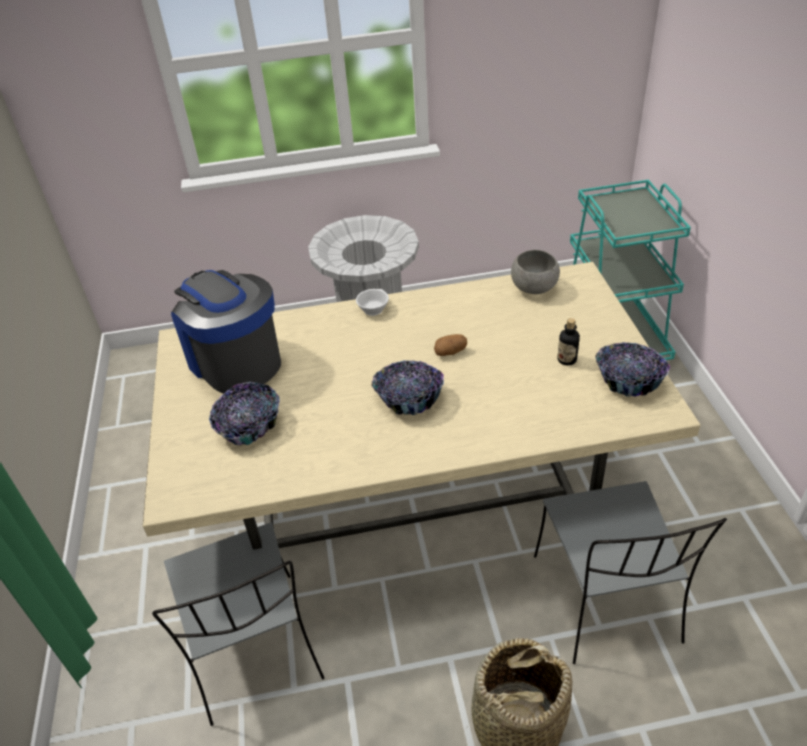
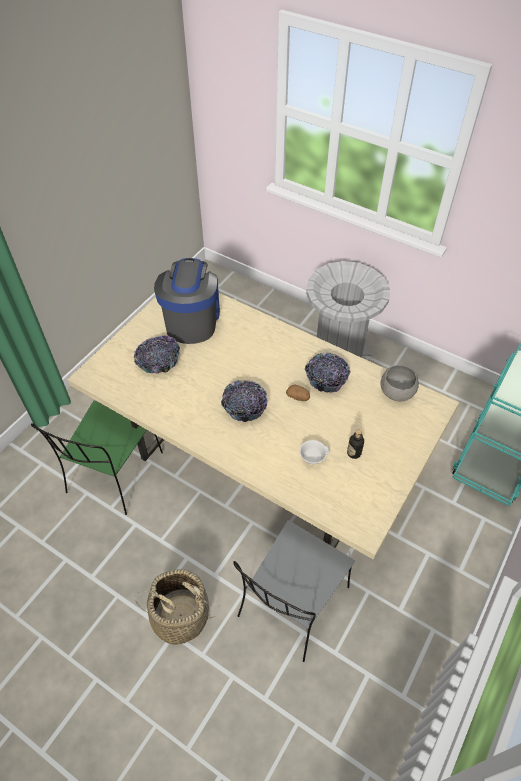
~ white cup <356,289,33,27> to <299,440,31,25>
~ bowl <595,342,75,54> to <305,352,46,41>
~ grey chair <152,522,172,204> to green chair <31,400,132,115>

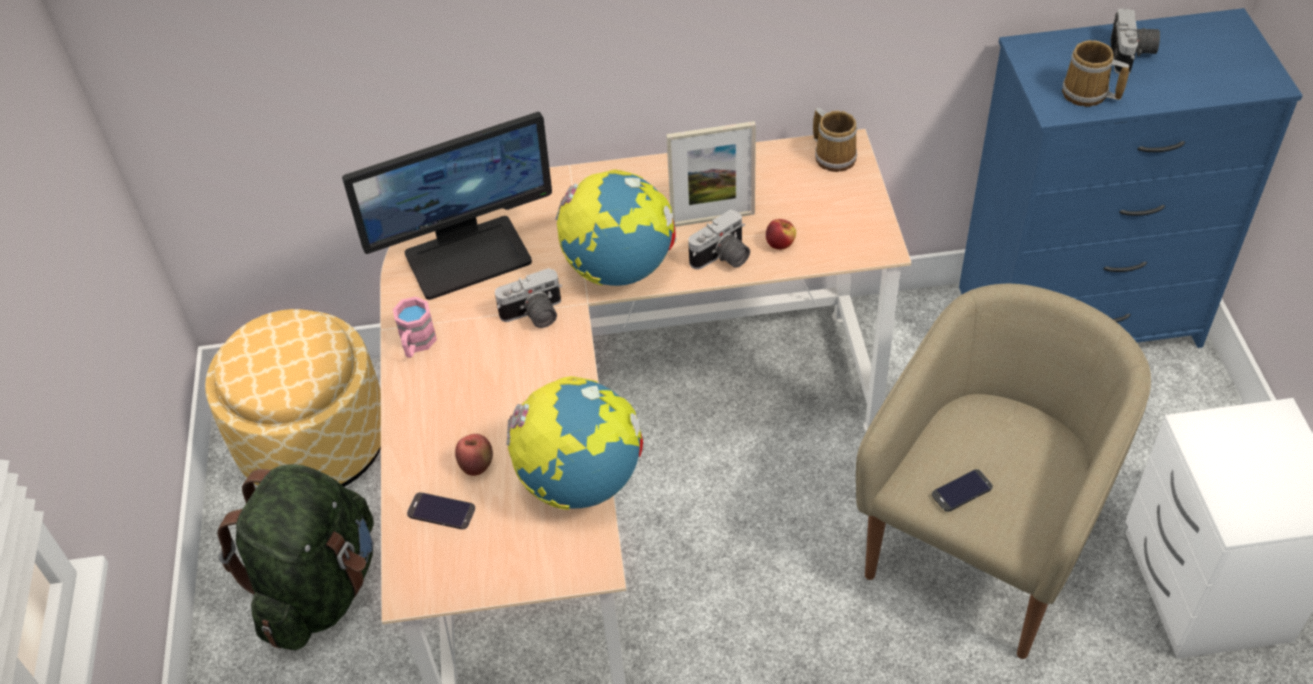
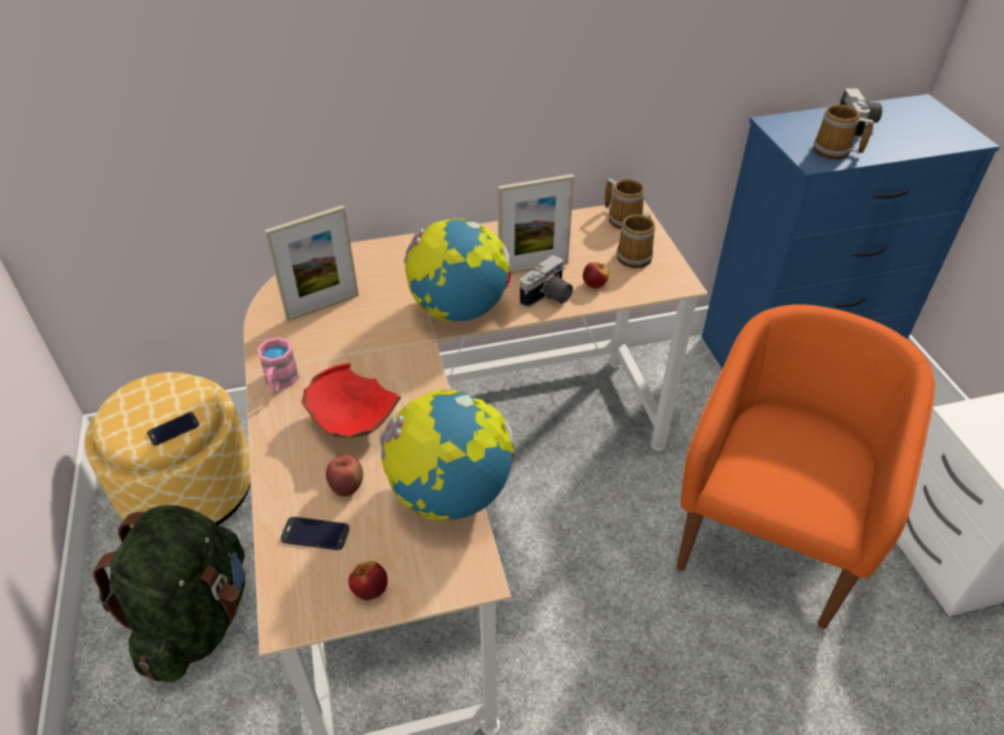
- photo camera <495,268,67,60>
+ red bowl <301,363,100,75>
+ apple <348,561,40,40>
+ mug <617,211,38,57>
~ phone <932,469,61,43> to <147,412,52,34>
~ monitor <342,112,210,188> to picture frame <265,205,94,117>
~ beige armchair <856,283,295,376> to orange armchair <677,304,258,325>

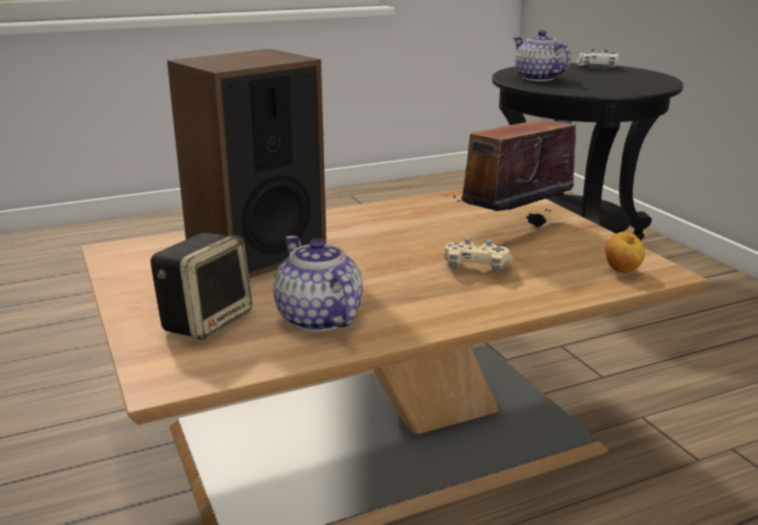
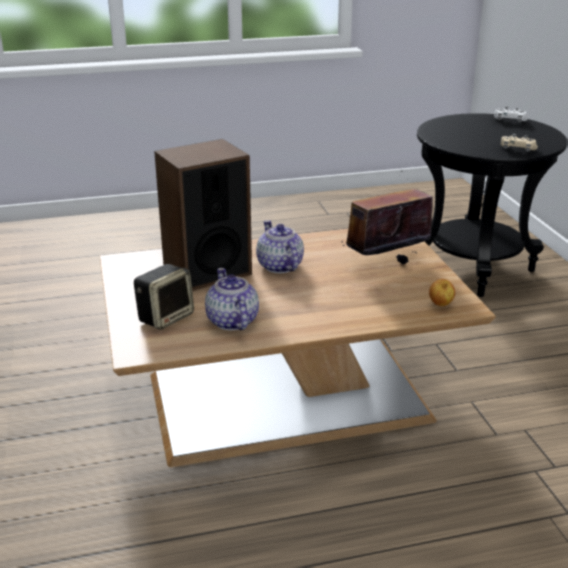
~ beige game controller <444,238,69,34> to <501,134,37,18>
~ teapot <513,30,58,51> to <256,220,48,53>

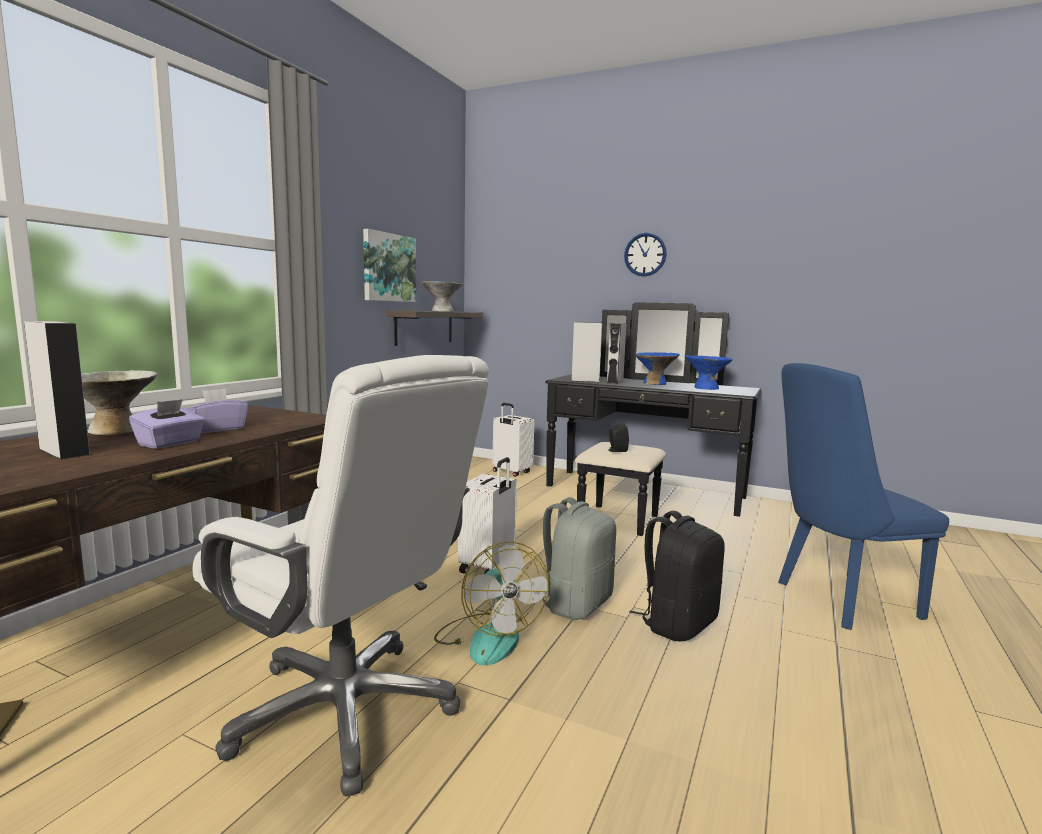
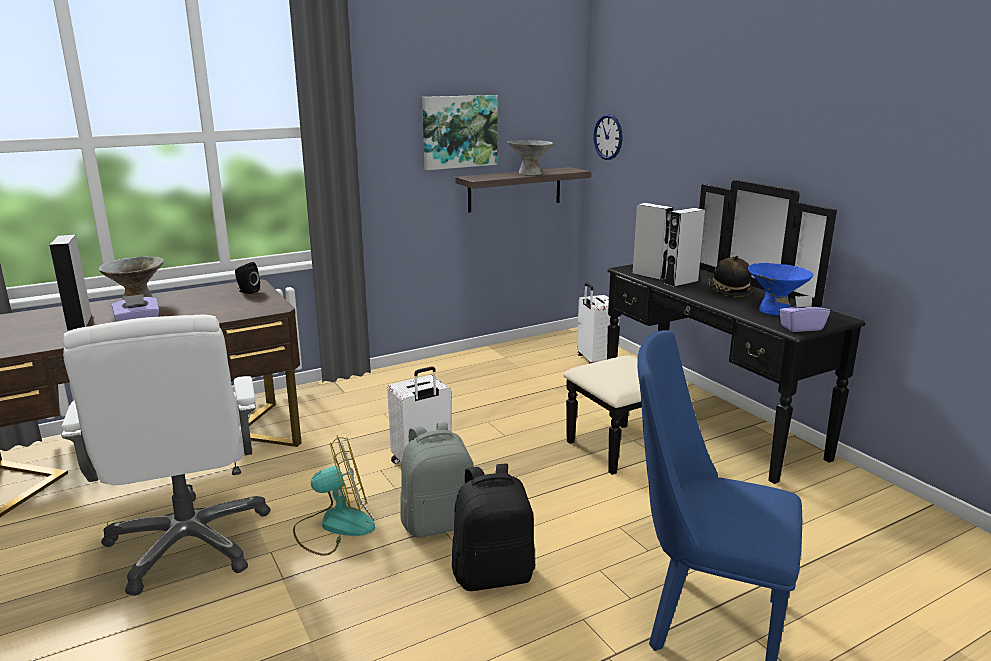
~ purple tissue box <187,389,61,44> to <779,296,51,36>
~ black speaker <608,423,21,29> to <235,262,25,32>
~ wall clock <624,233,43,44> to <593,114,30,46>
~ blue bowl <635,352,45,33> to hat <709,256,44,41>
~ fan <434,541,115,124> = <293,436,82,120> 120 degrees counterclockwise

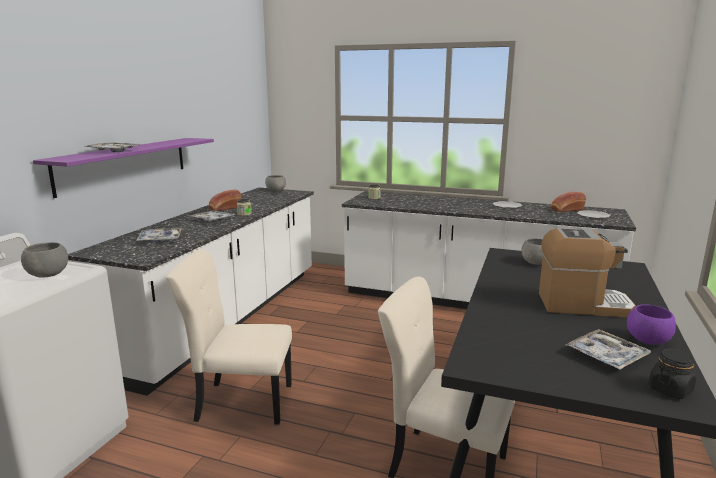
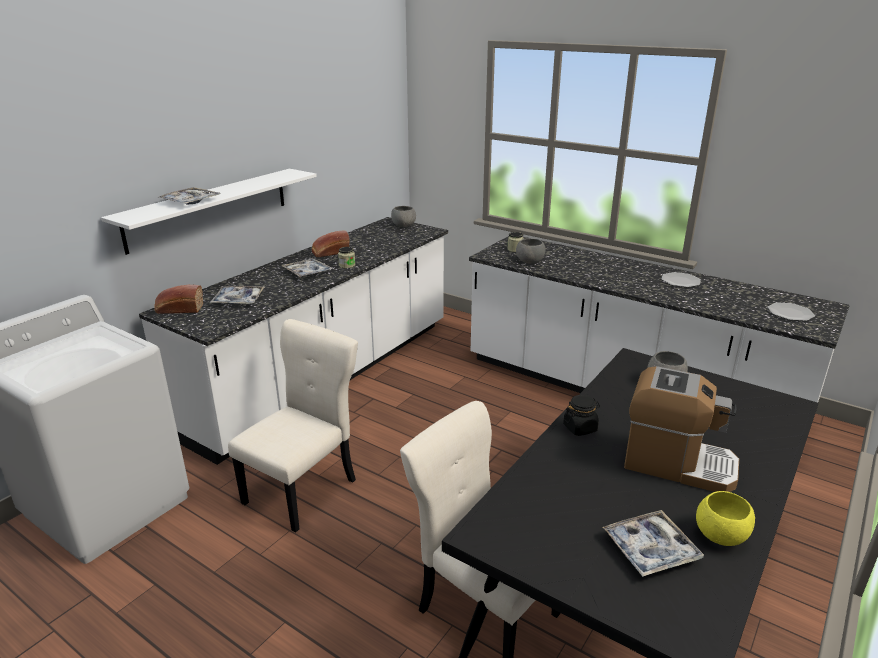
~ grey bowl <21,242,47,36> to <516,238,29,26>
~ bread <551,191,35,21> to <154,285,49,29>
~ black jar <648,349,48,50> to <563,395,37,41>
~ purple shelf <33,138,181,60> to white shelf <101,169,216,86>
~ purple bowl <627,304,49,41> to yellow bowl <696,491,59,55>
~ beige chair <166,249,126,176> = <228,319,130,213> 105 degrees clockwise

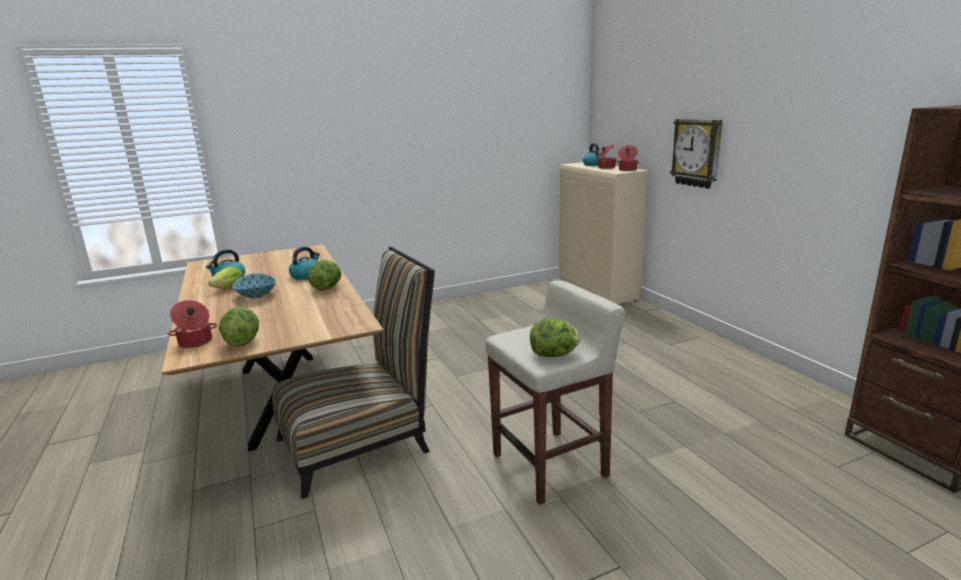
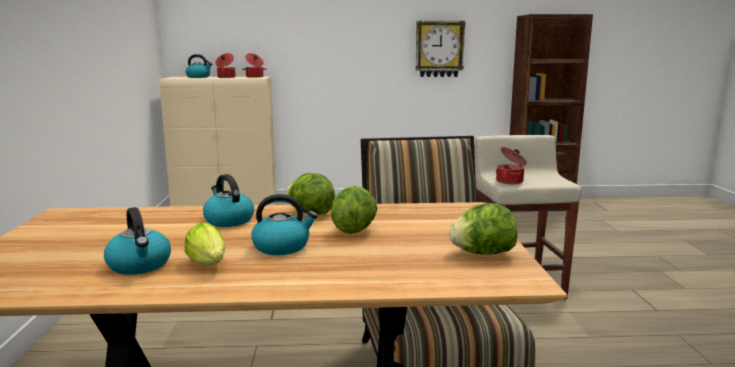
~ cooking pot <168,300,49,48> to <496,147,30,37>
~ lettuce <530,318,51,39> to <331,186,46,48>
~ wall clock <670,119,52,70> to <416,21,50,56>
~ bowl <232,273,44,25> to kettle <251,194,66,61>

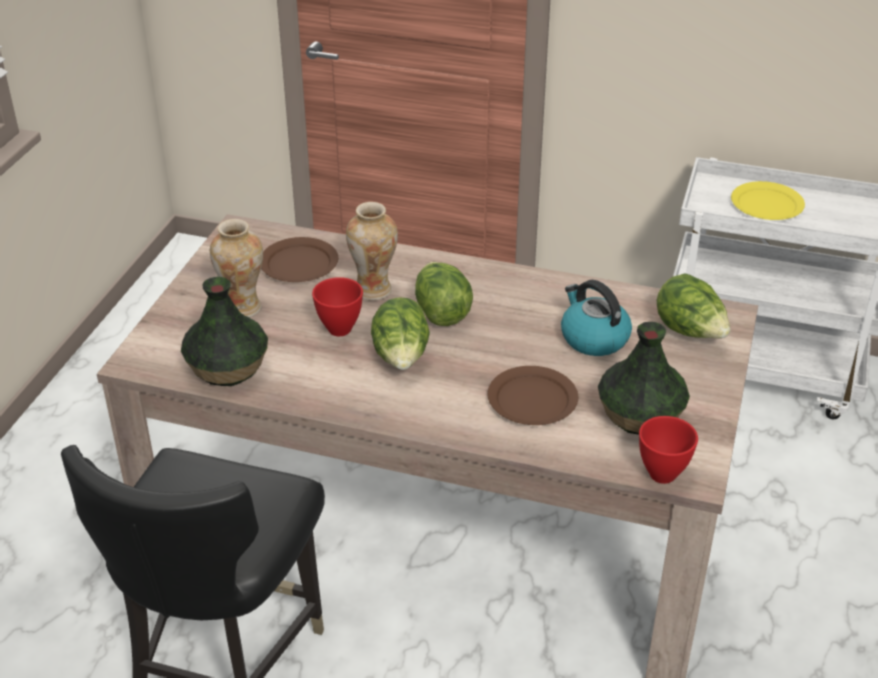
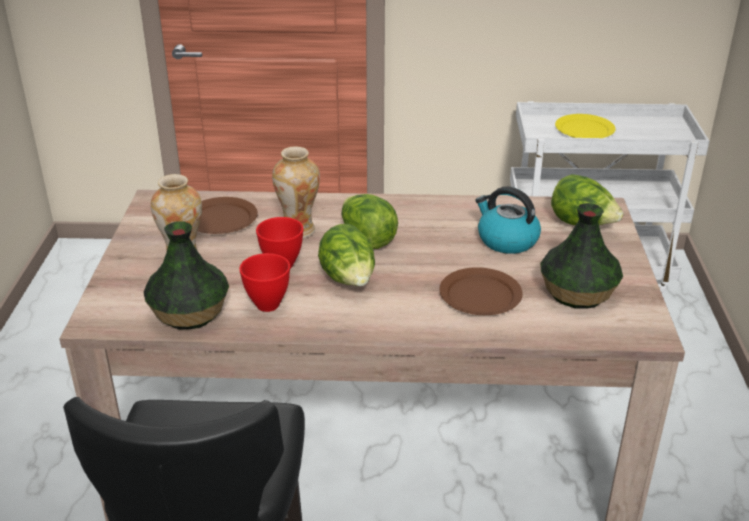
~ red bowl <639,416,59,68> to <239,253,51,59>

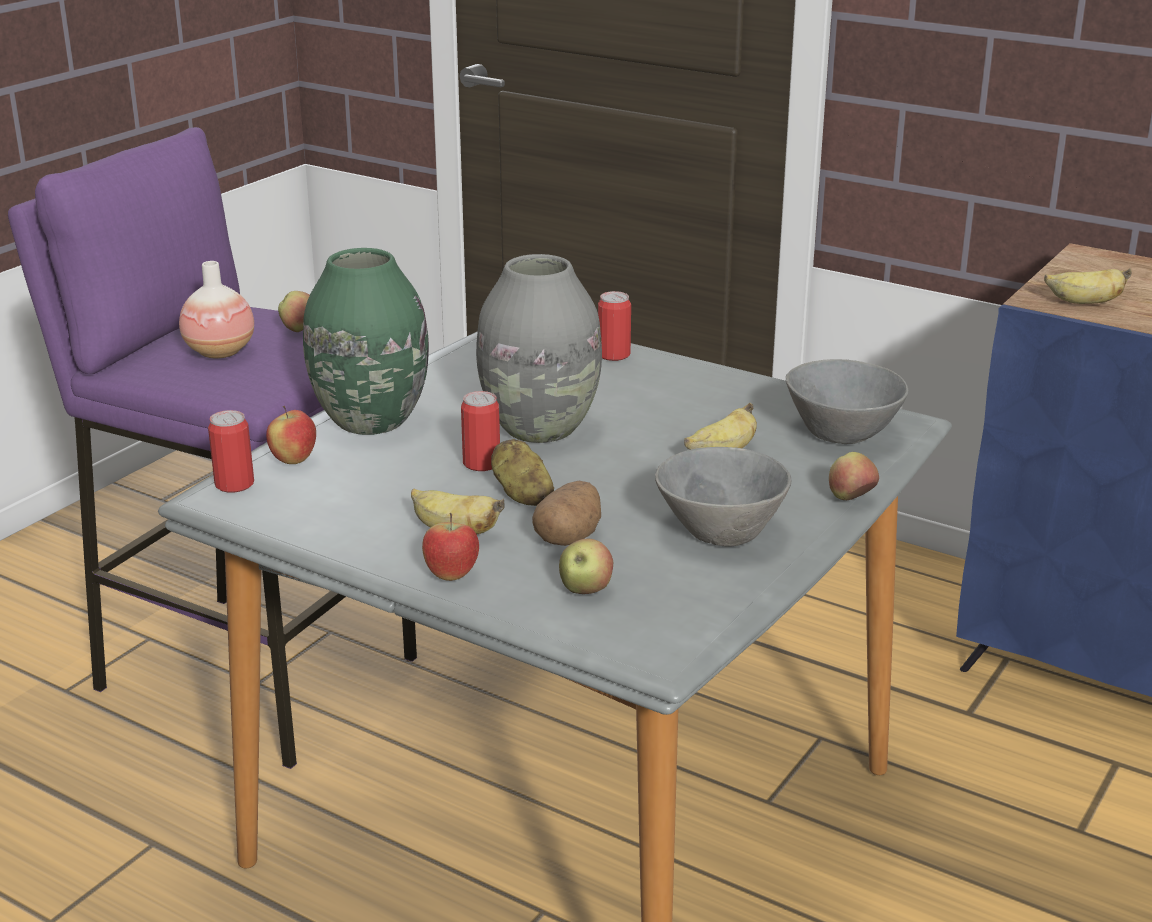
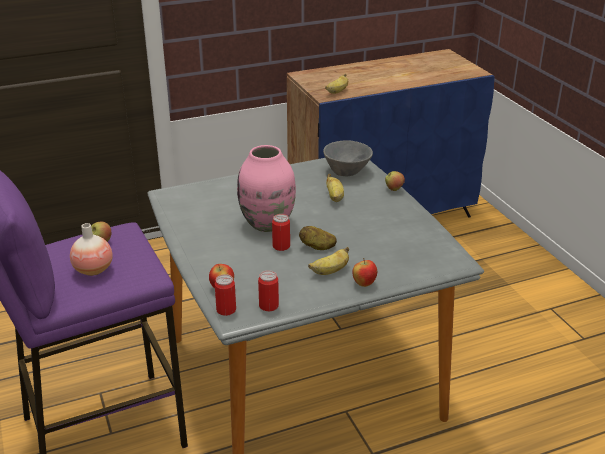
- green vase <303,248,126,187>
- potato <532,481,69,65>
- apple <559,538,54,56>
- grey bowl <655,447,136,100>
~ can <598,291,33,70> to <258,270,21,41>
~ grey vase <476,254,126,189> to pink vase <237,145,59,87>

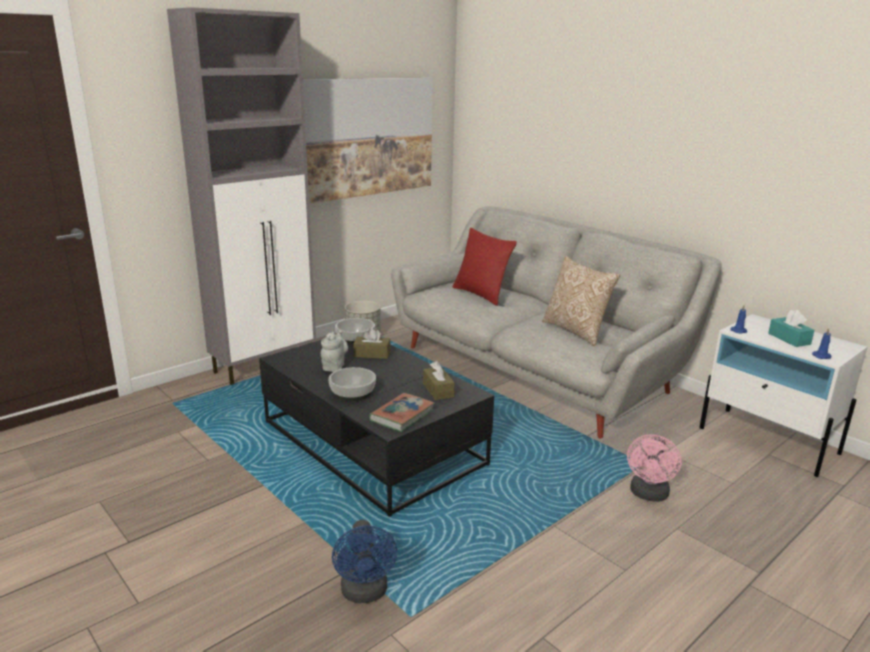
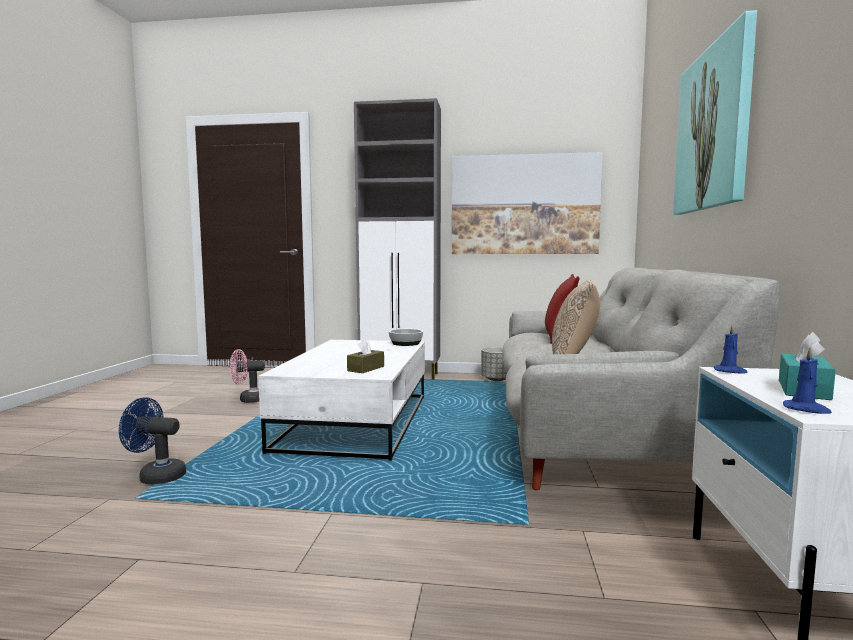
- grey teapot <321,330,27,42>
- bowl <328,367,48,34>
- brown tissue box <353,328,37,31>
- book <369,393,66,39>
+ picture <673,10,84,205>
~ pink fan <627,434,55,68> to <230,349,35,54>
~ black coffee table <259,340,235,177> to white coffee table <258,340,167,121>
~ blue fan <332,520,65,83> = <119,397,67,87> 60 degrees clockwise

